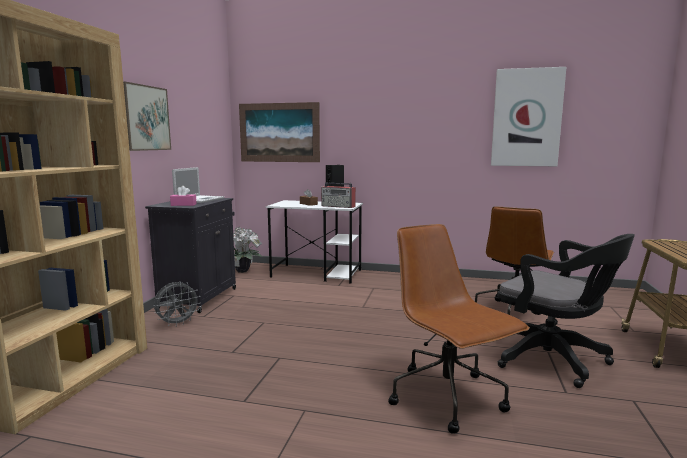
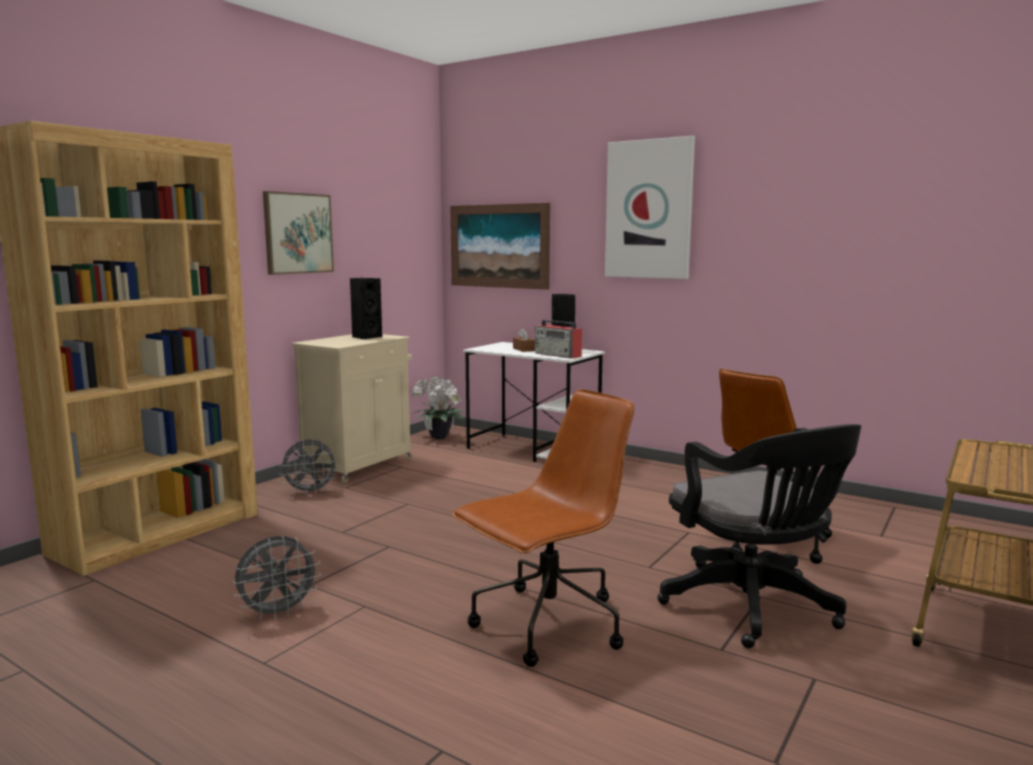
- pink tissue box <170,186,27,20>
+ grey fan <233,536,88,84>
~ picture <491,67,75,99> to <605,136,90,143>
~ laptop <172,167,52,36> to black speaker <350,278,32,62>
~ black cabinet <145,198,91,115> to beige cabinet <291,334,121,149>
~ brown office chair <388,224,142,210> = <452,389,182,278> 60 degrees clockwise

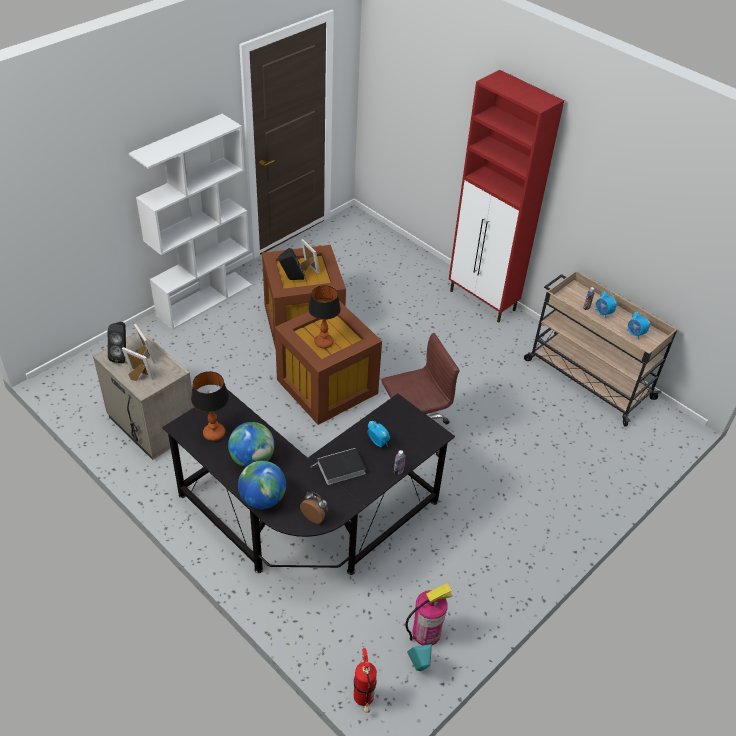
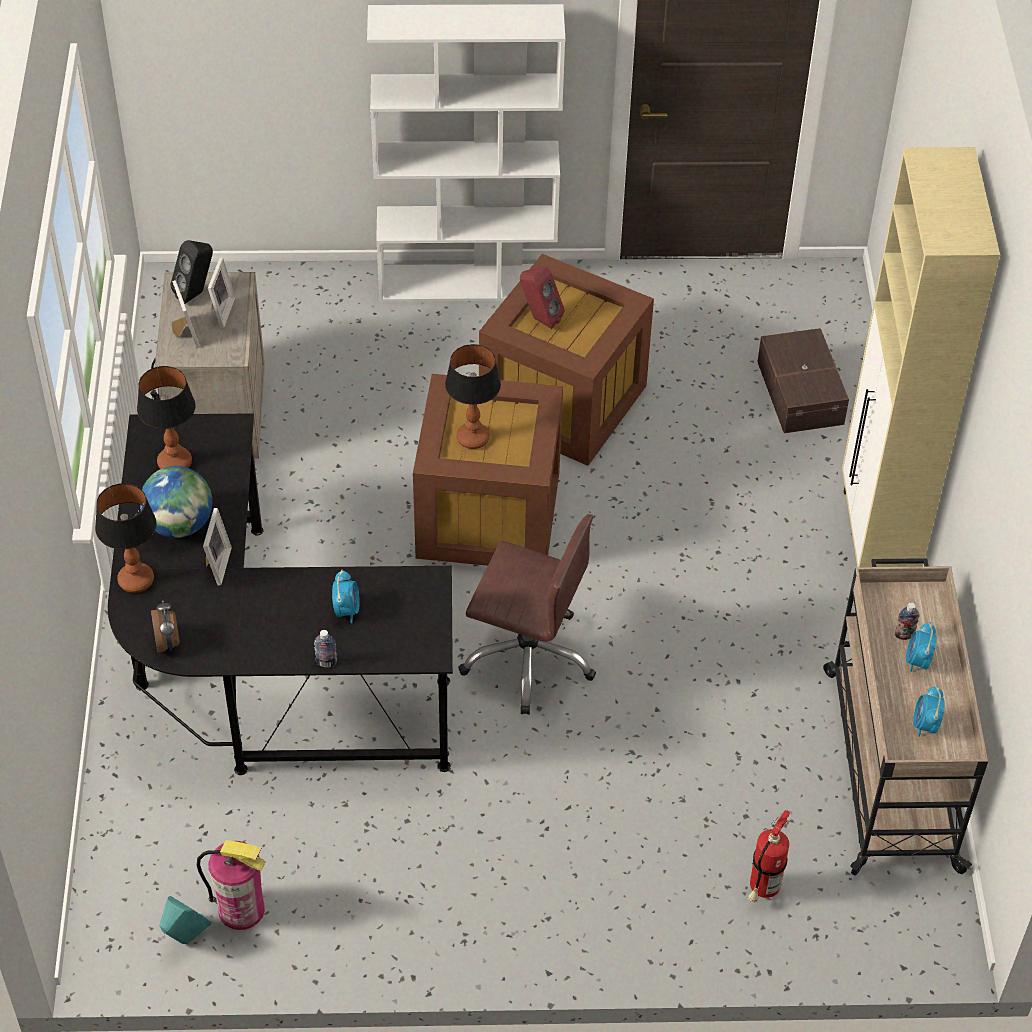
- book <312,448,54,37>
+ brown storage box <757,328,92,105>
~ picture frame <301,239,19,35> to <203,508,29,77>
~ fire extinguisher <354,648,23,65> to <748,810,42,92>
~ globe <238,461,48,48> to table lamp <95,483,62,110>
~ black speaker <278,248,27,32> to red speaker <520,267,45,62>
~ red cabinet <449,70,115,253> to beige cabinet <842,147,158,420>

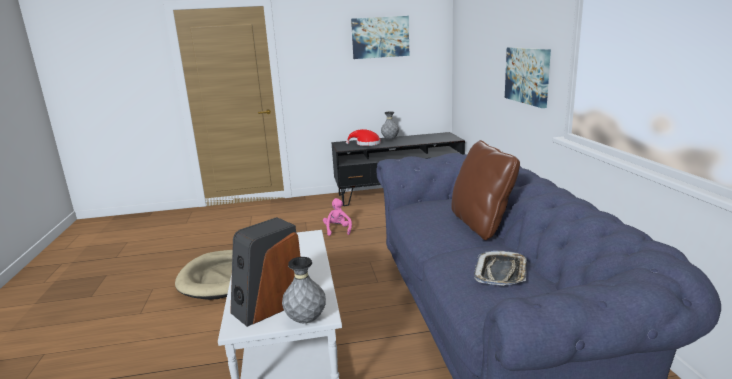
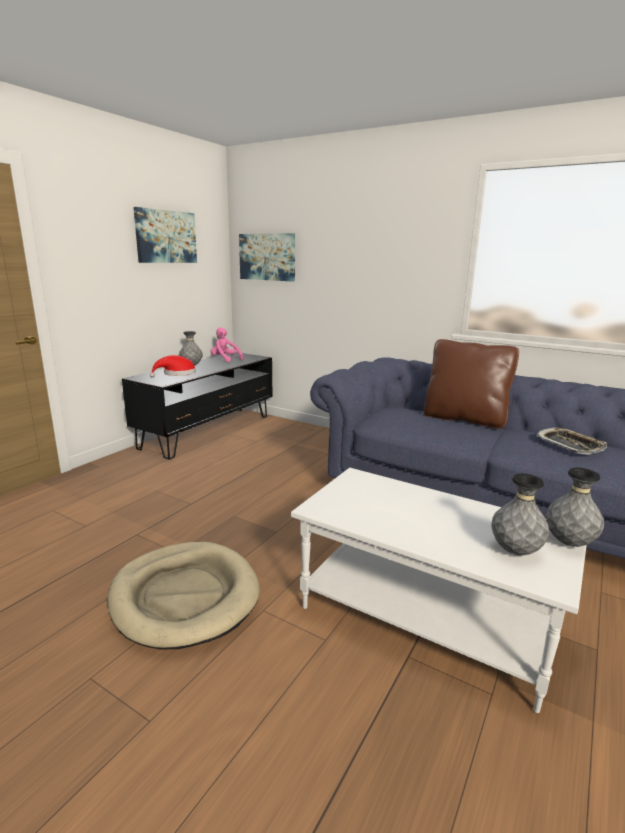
~ pink plush toy <323,198,29,38> to <210,327,33,35>
~ picture <505,47,46,61> to <239,233,56,49>
~ speaker <230,217,70,110> to grey vase <491,474,58,81>

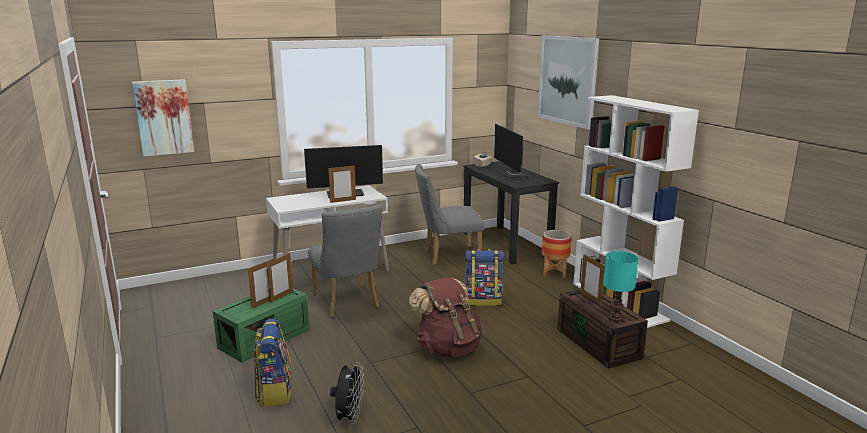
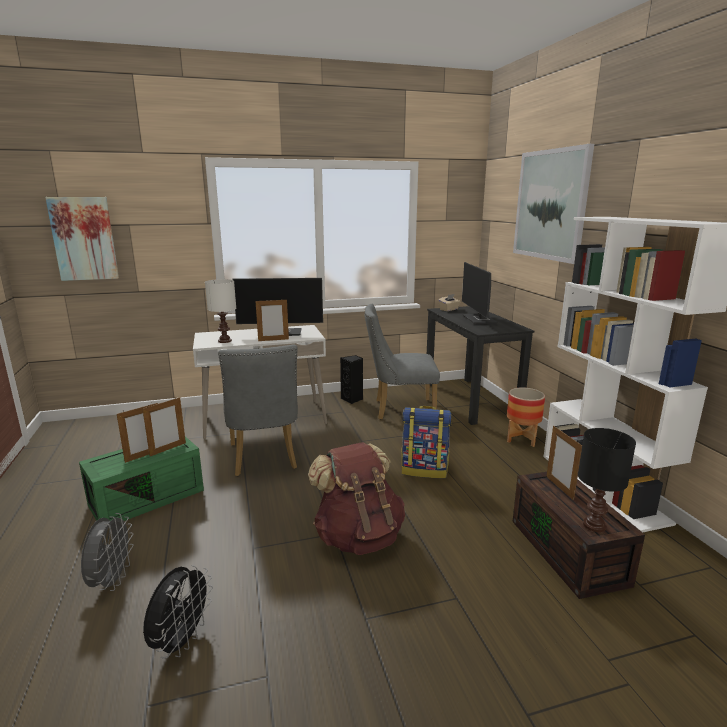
+ white table lamp <205,279,31,64>
+ black speaker <340,355,23,49>
~ backpack <254,319,38,88> to grey fan <81,513,53,78>
~ turquoise table lamp <603,251,35,71> to black table lamp <578,428,58,104>

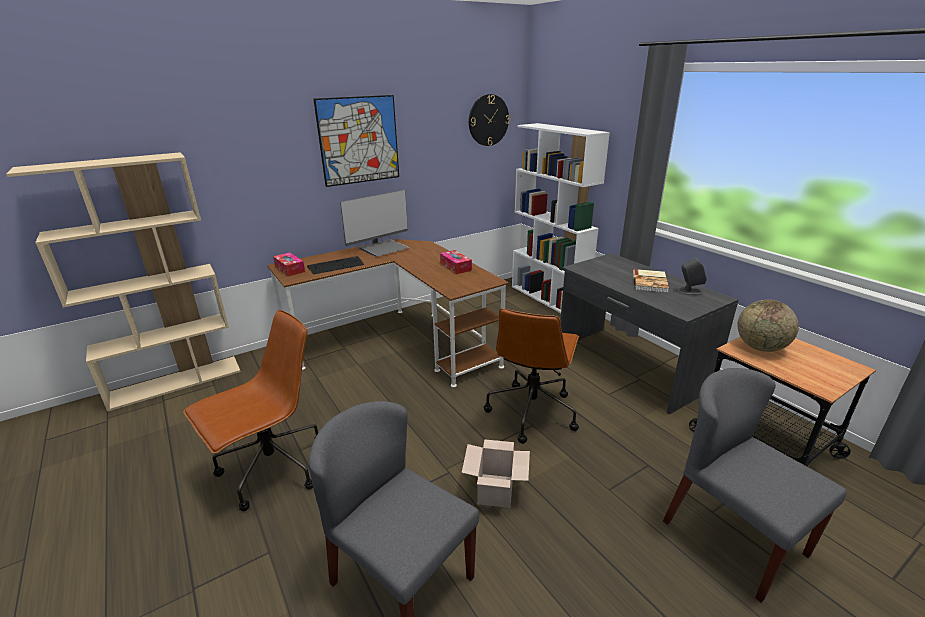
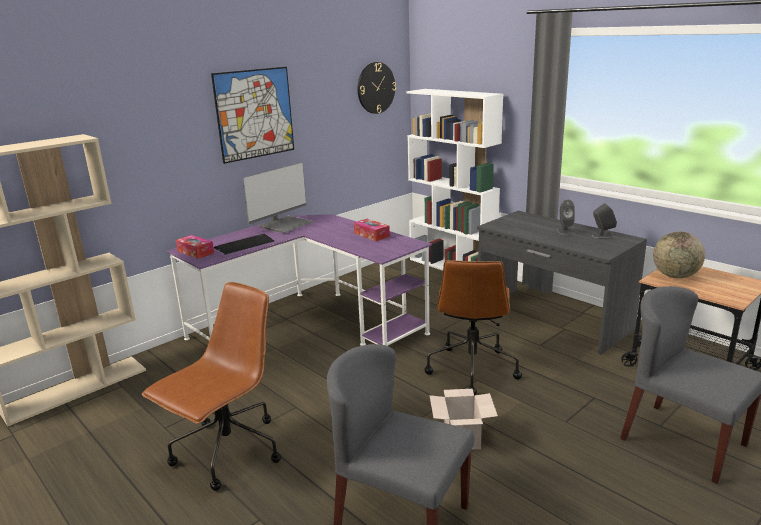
~ book <633,269,36,24> to grey speaker <557,200,18,36>
~ brown desk <267,239,242,148> to purple desk <167,214,265,132>

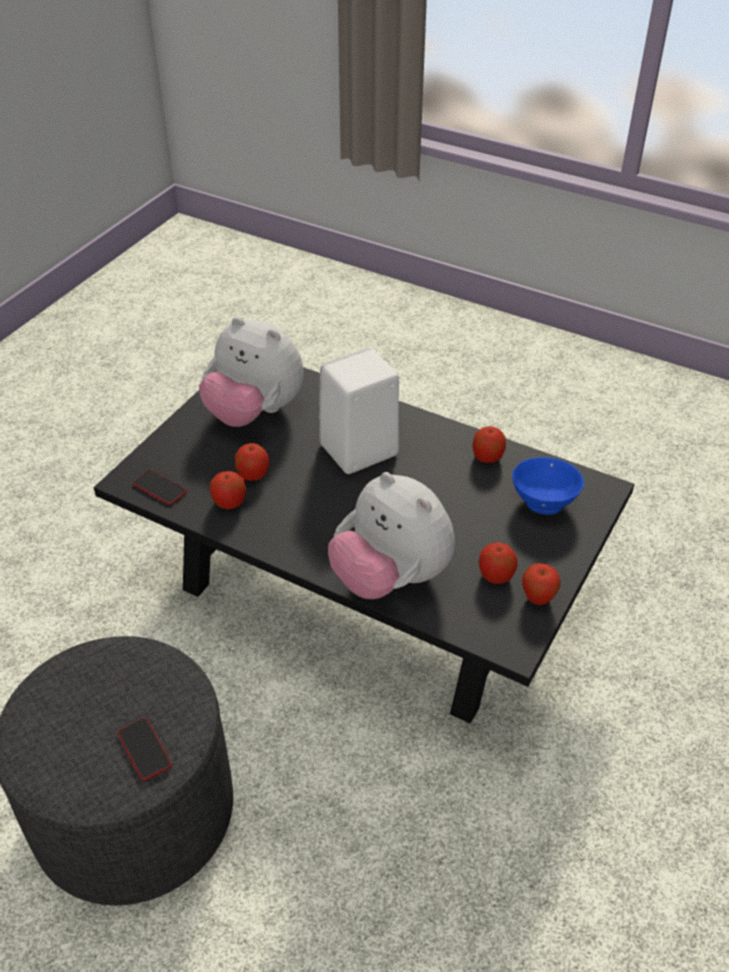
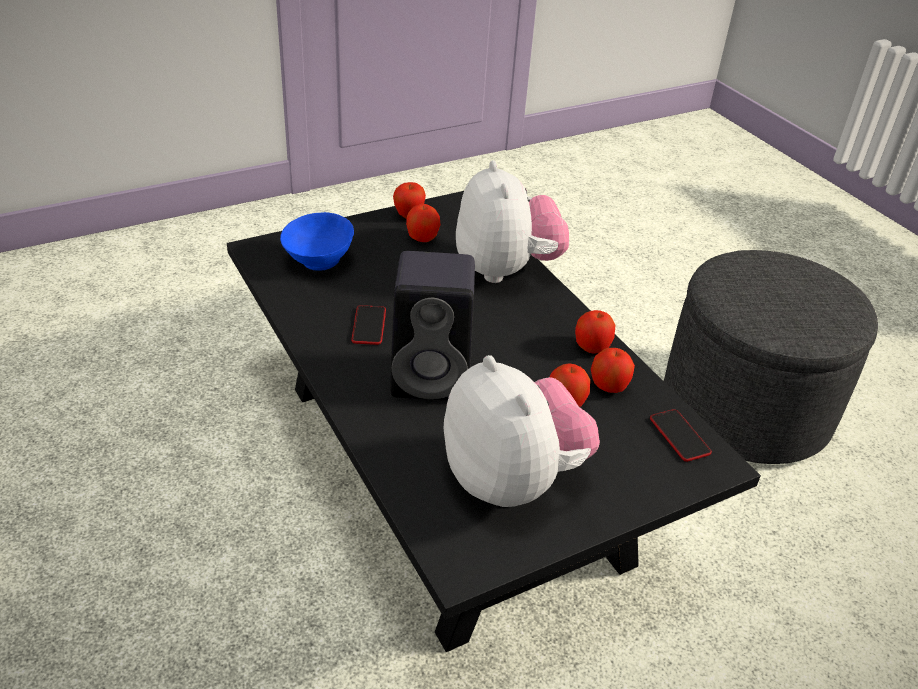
~ phone <118,718,54,63> to <351,305,35,40>
~ apple <472,426,34,37> to <575,310,41,44>
~ white speaker <319,347,80,127> to black speaker <390,251,85,150>

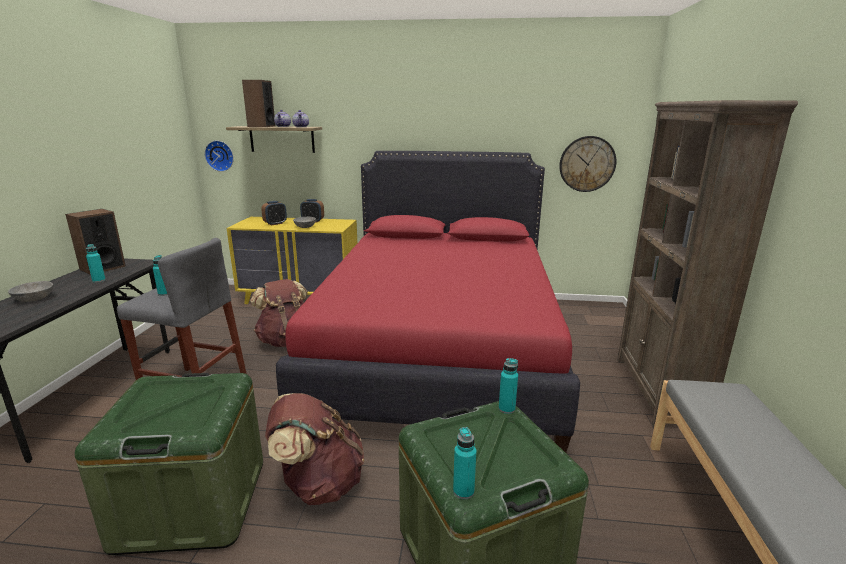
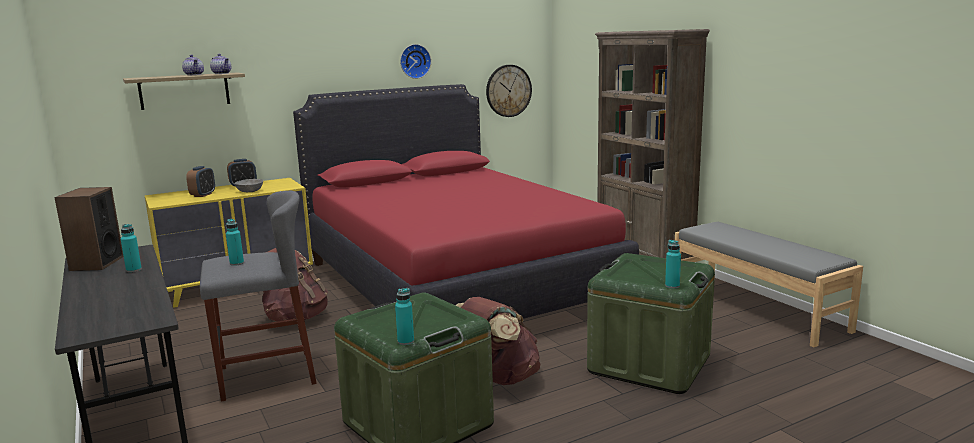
- grey bowl <8,281,45,21>
- speaker <242,80,33,47>
~ wall clock <205,140,29,32> to <400,44,31,35>
~ turquoise bottle <499,358,19,56> to <395,288,19,57>

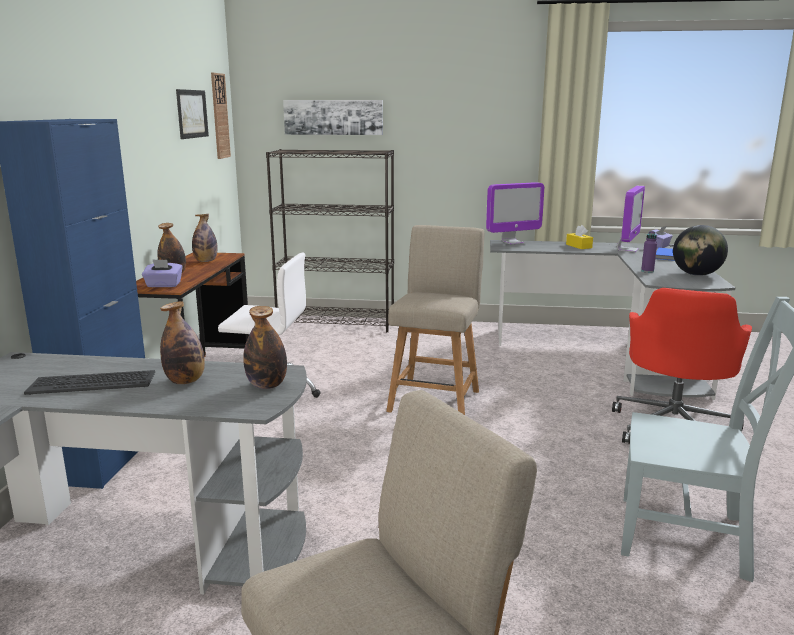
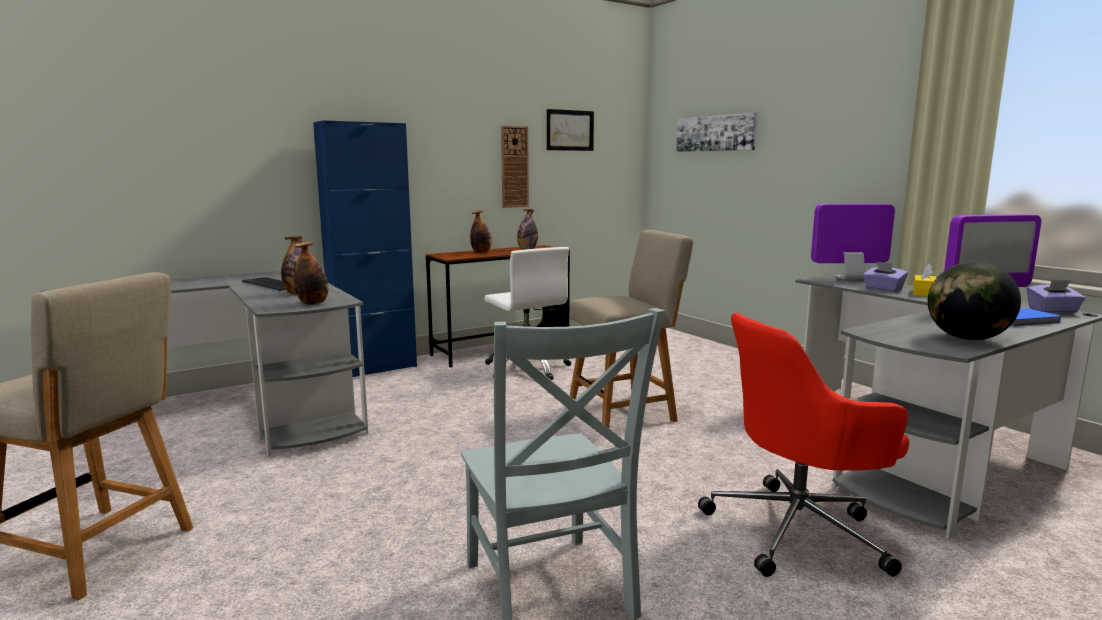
- black bookcase <266,149,128,183>
- purple bottle <641,231,16,42>
~ purple tissue box <142,259,41,28> to <863,262,45,30>
~ wall clock <211,73,20,86> to <501,126,28,82>
~ monitor <486,182,58,63> = <811,204,84,76> 150 degrees clockwise

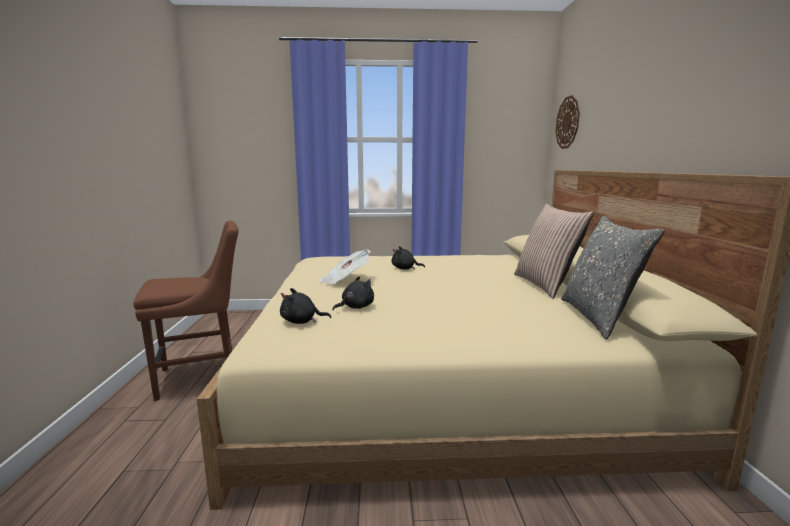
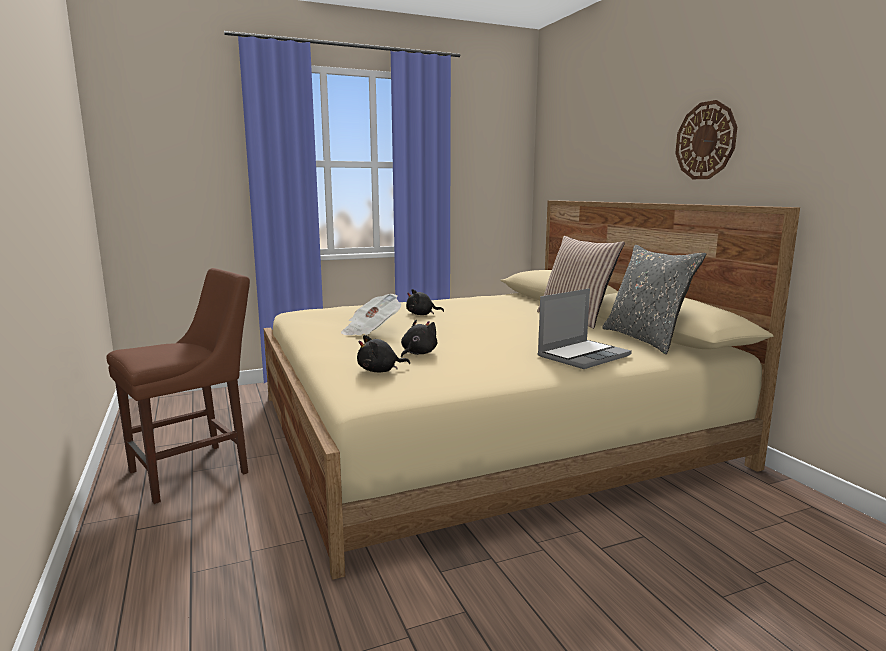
+ laptop <537,288,95,81>
~ wall clock <555,95,25,54> to <675,100,62,79>

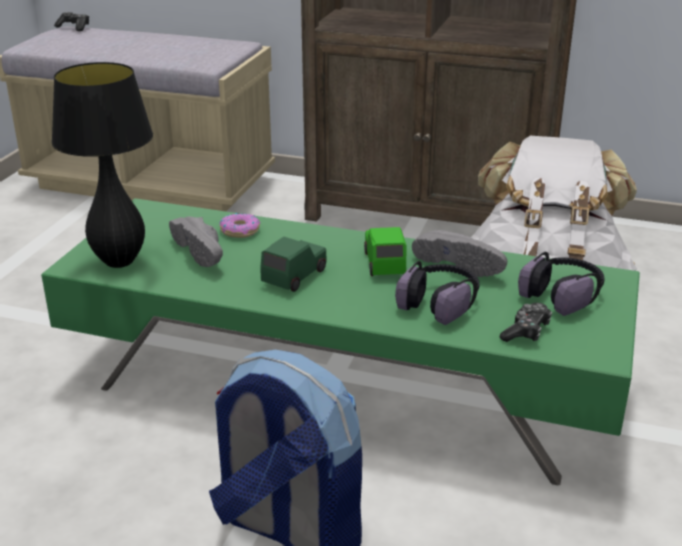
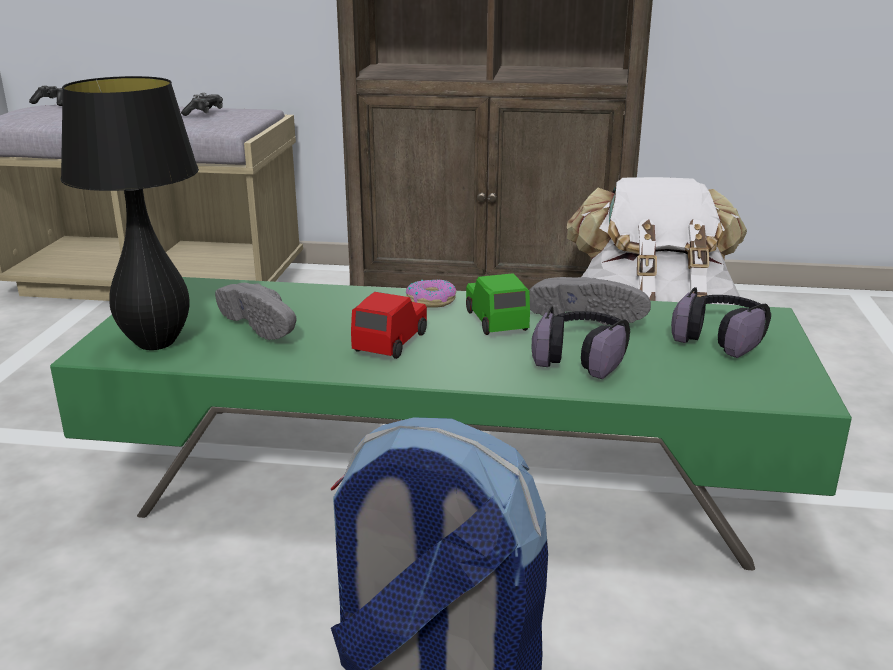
~ donut <219,213,41,25> to <406,279,50,29>
~ game controller <500,303,52,39> to <181,93,42,23>
~ green toy car <260,237,66,55> to red toy car <351,292,76,67>

